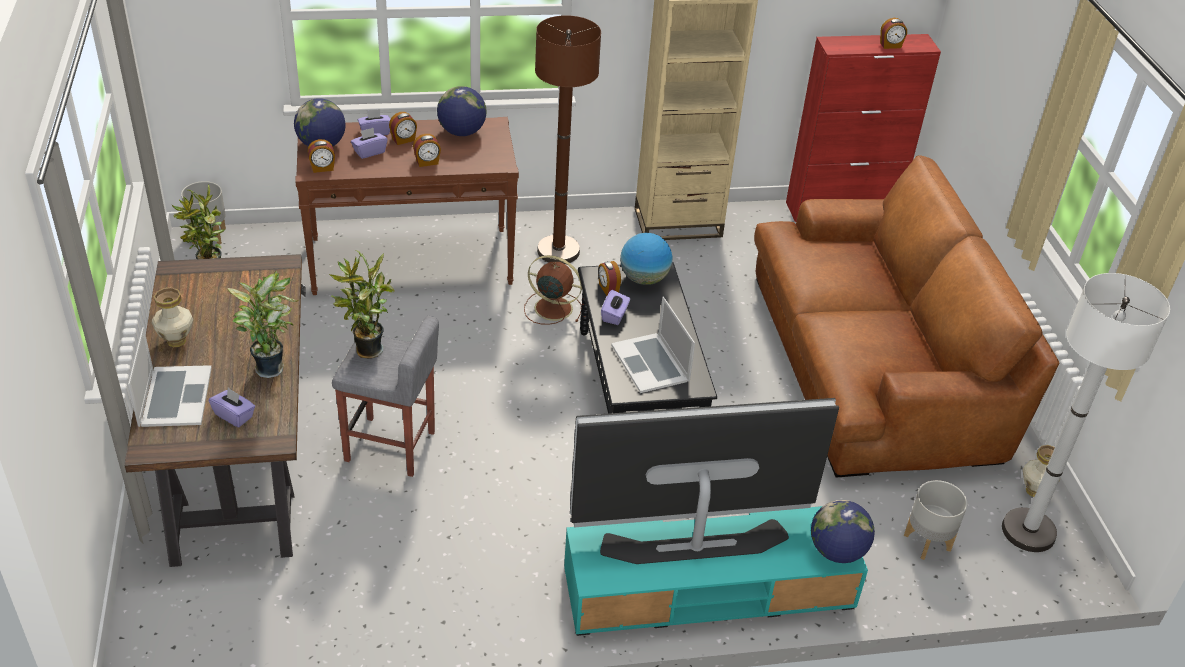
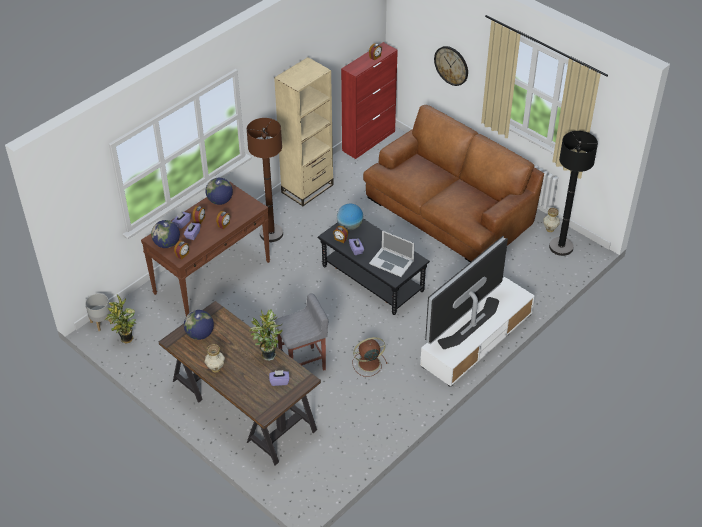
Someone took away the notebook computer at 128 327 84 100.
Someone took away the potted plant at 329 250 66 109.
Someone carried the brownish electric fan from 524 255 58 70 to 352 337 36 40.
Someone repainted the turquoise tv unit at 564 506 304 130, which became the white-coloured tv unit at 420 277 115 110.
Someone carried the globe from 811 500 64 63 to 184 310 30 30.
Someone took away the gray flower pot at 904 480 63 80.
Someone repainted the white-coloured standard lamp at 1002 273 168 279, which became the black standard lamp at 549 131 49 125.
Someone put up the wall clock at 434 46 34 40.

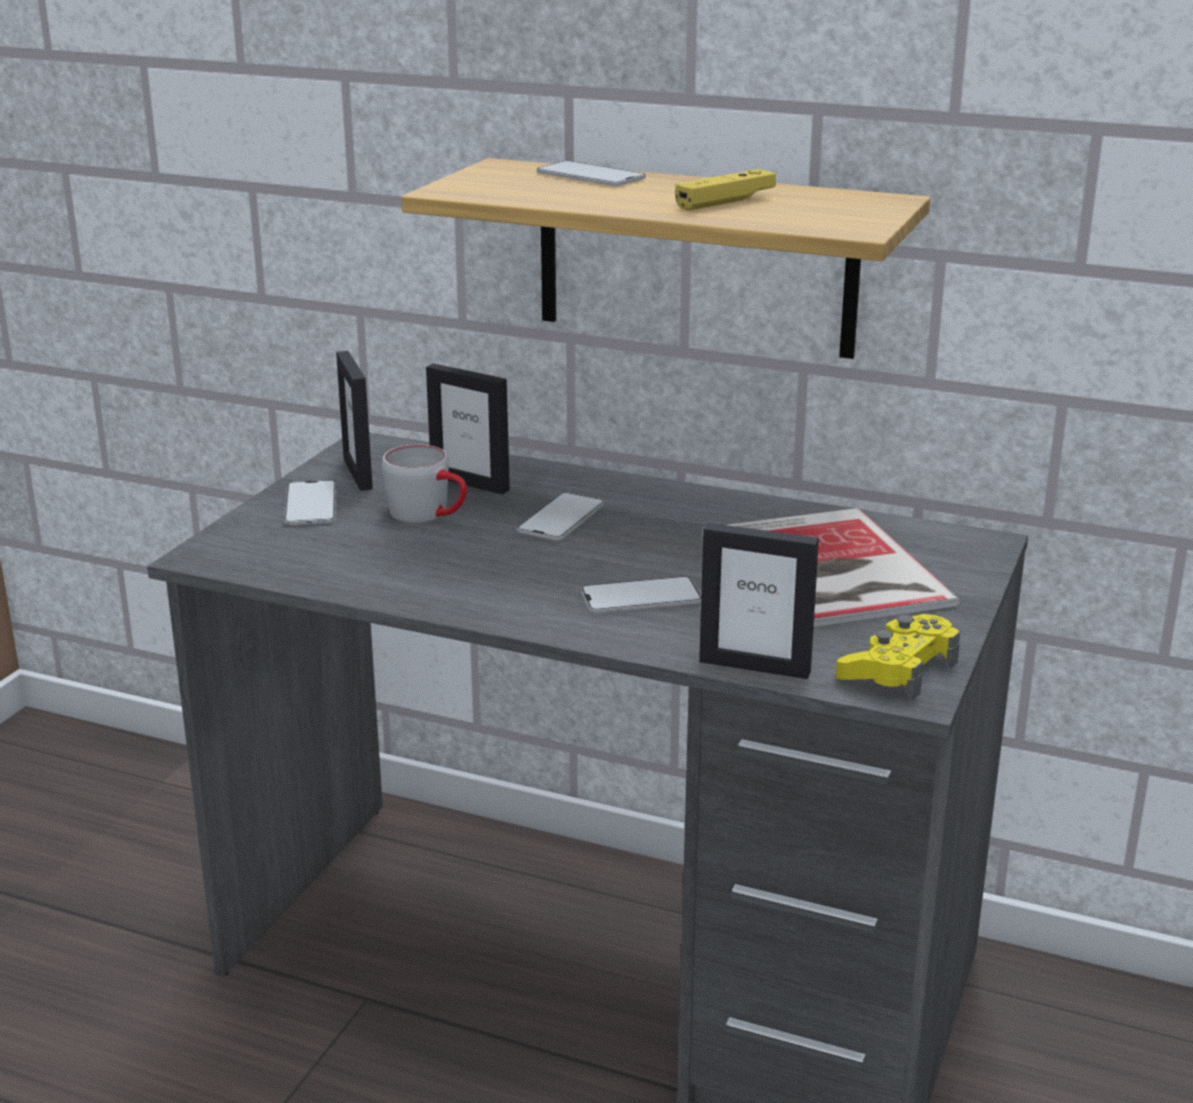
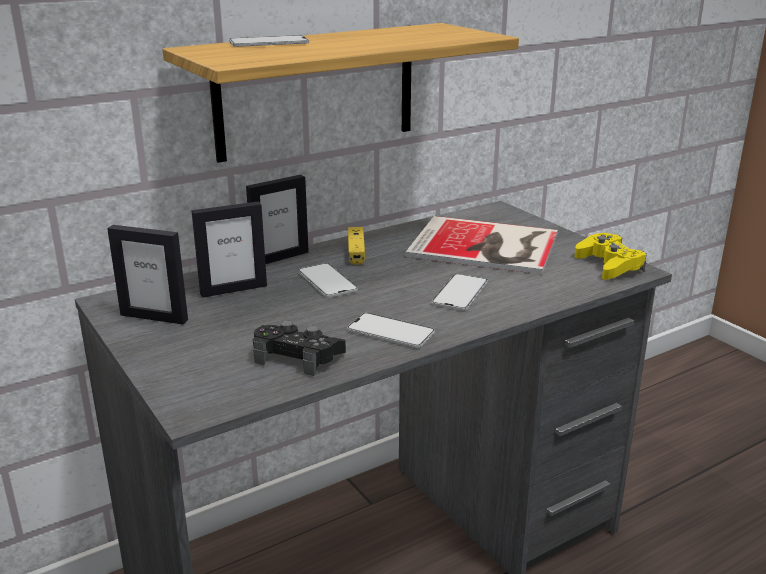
Someone carried the handset from 284 480 52 45 to 347 313 88 35.
Someone took away the gray mug at 382 445 85 78.
Someone carried the yellowish gamepad from 675 169 101 42 to 348 227 17 38.
Someone carried the photo frame from 699 523 120 156 to 246 175 63 89.
Someone put down the black gamepad at 253 320 93 56.

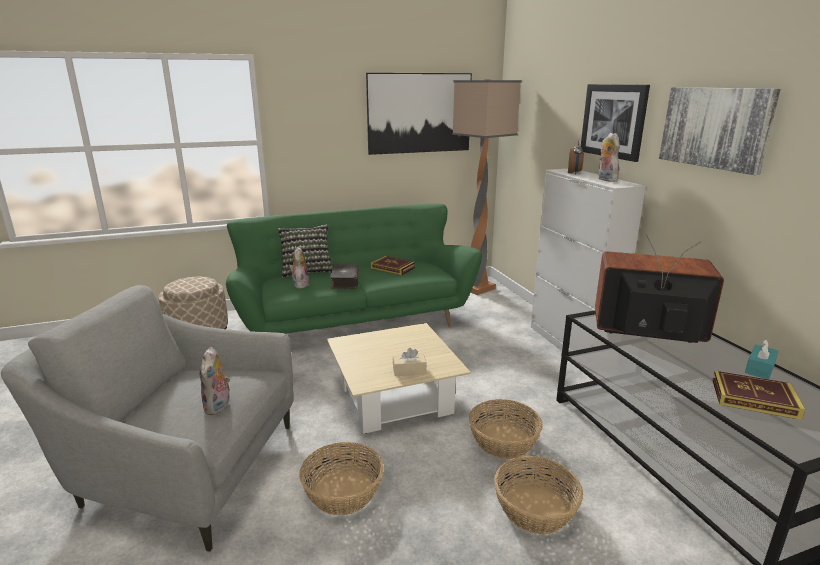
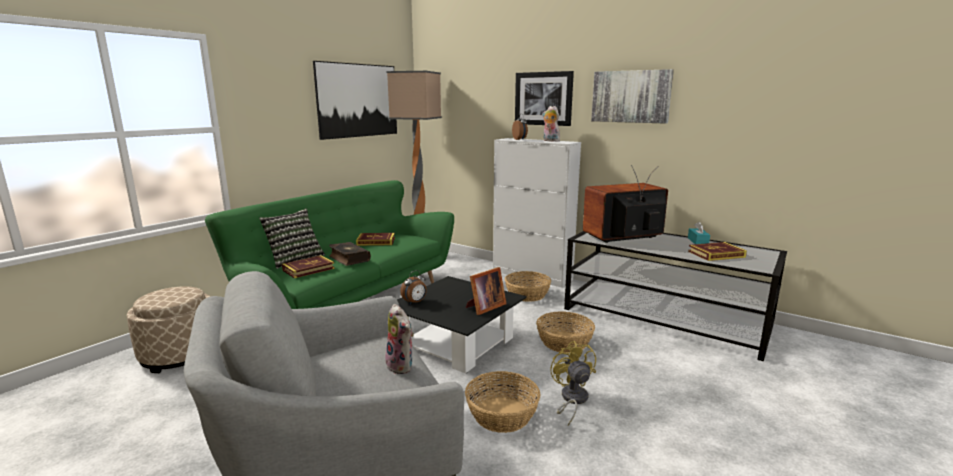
Someone swapped the plush toy at 290 247 19 42 for the book at 282 255 53 23.
Someone repainted the beige-coloured coffee table at 327 323 144 111, which became the black coffee table at 397 276 130 97.
Someone swapped the beige-coloured box of tissues at 393 348 34 28 for the photo frame at 466 267 40 48.
Someone carried the storage basket from 494 456 90 78 to 505 271 46 31.
Someone put down the table clock at 400 270 27 34.
Someone put down the yellowish electric fan at 550 341 46 85.

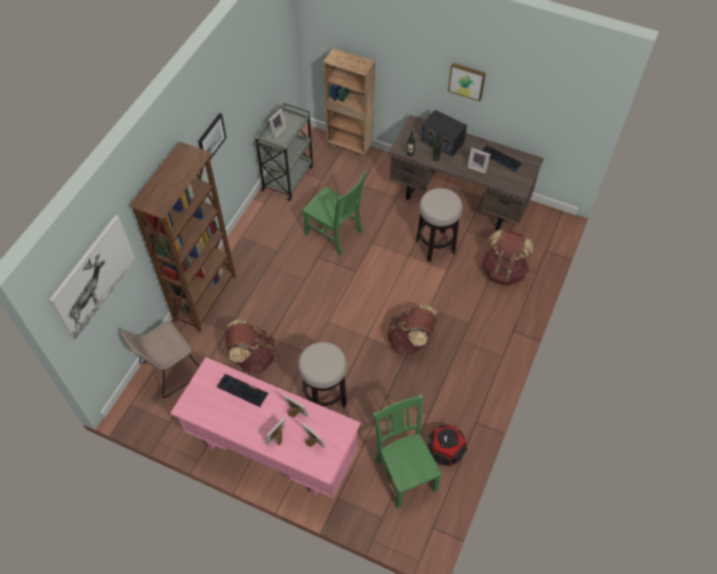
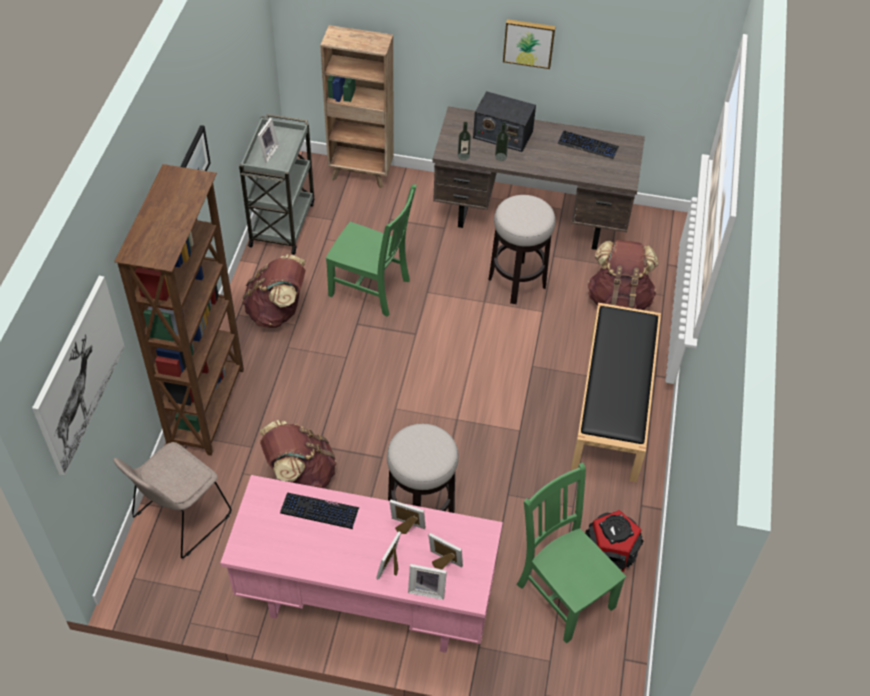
Someone carried the brownish knapsack from 387 304 51 51 to 242 254 64 74.
Someone carried the photo frame from 467 148 23 26 to 408 564 39 36.
Someone put down the black indoor bench at 571 303 90 179.

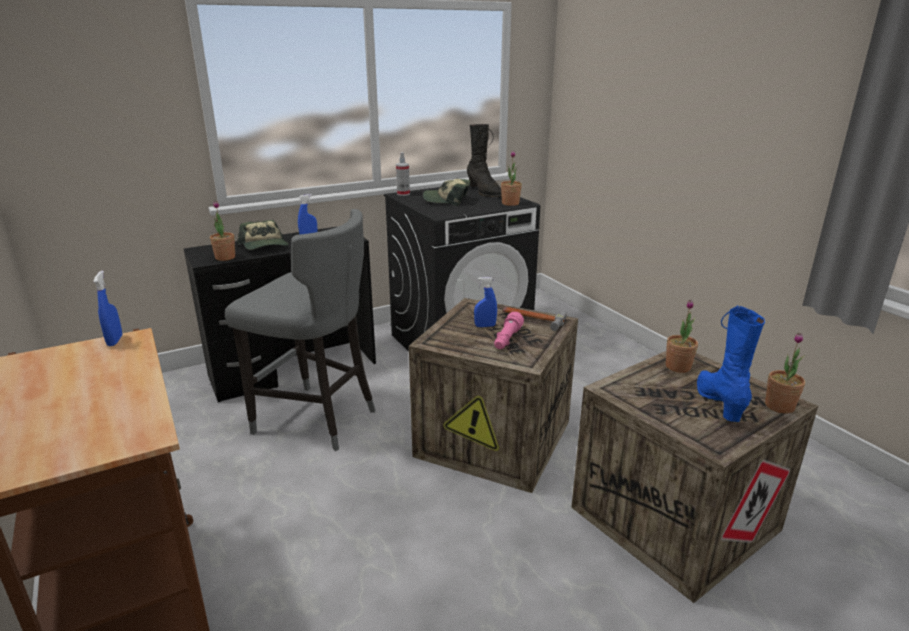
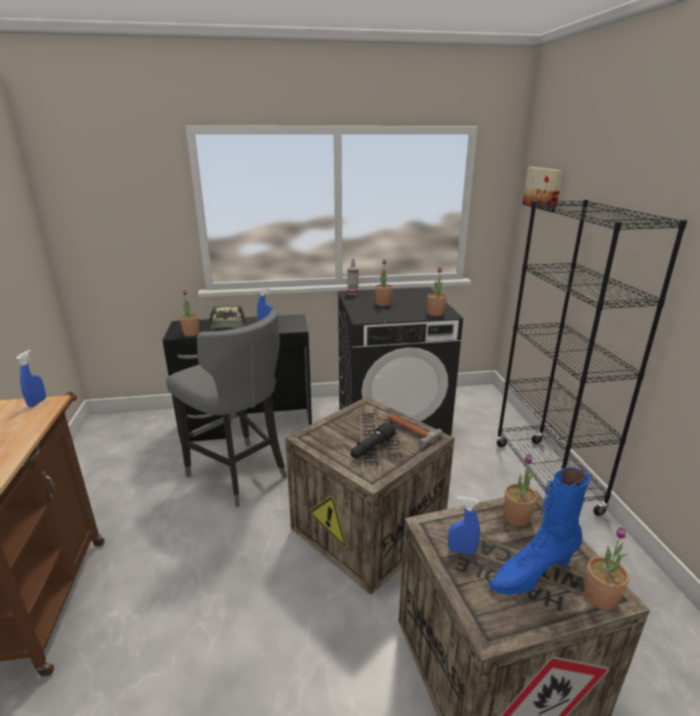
Someone swapped the cap at 423 179 48 27 for the potted plant at 375 259 18 47.
Someone took away the black tall boot at 467 124 35 73.
Someone carried the blue hand sprayer from 474 277 23 50 to 448 496 32 59.
Someone repainted the pink-coloured torch at 494 312 30 37, which became the black torch at 350 422 45 37.
Someone rotated the blue tall boot at 697 305 68 117 by 135 degrees counterclockwise.
Someone put down the black bookcase at 496 200 191 316.
Someone put up the wall picture at 523 167 40 45.

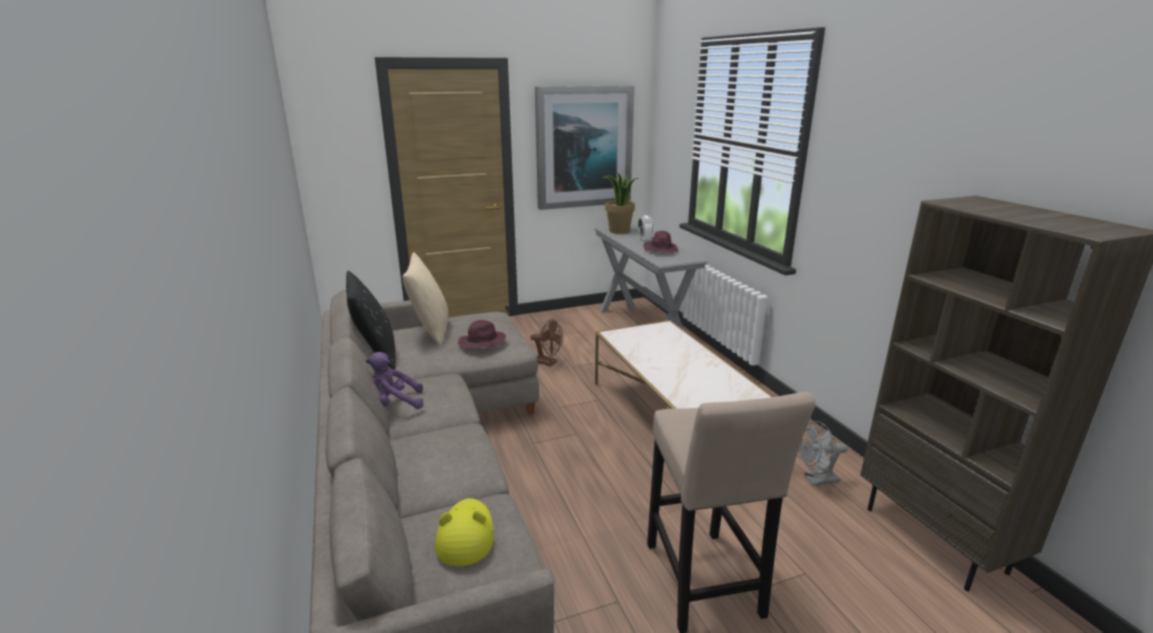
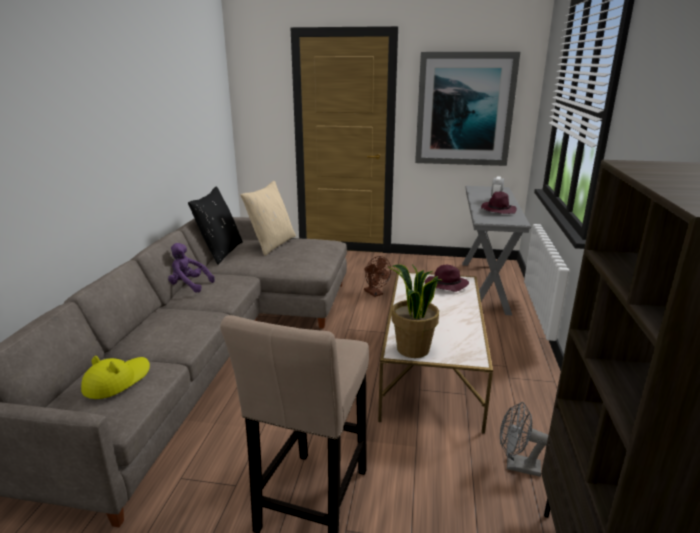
Someone carried the purple wearable hat from 458 320 48 29 to 425 265 44 27.
Someone carried the potted plant from 602 173 36 61 to 387 264 55 94.

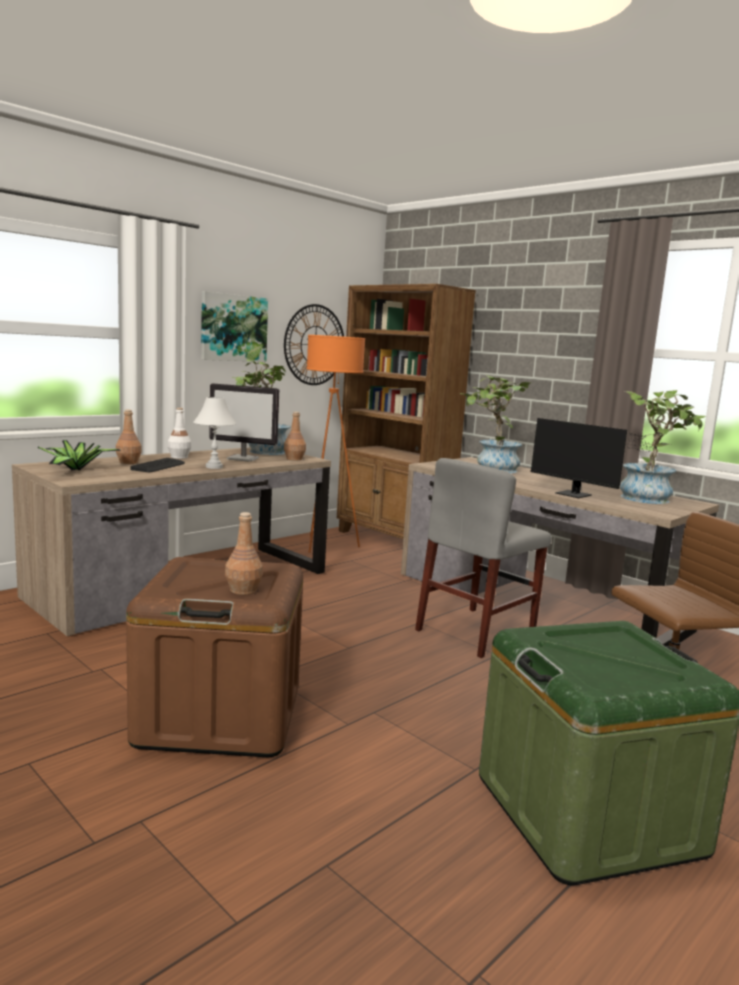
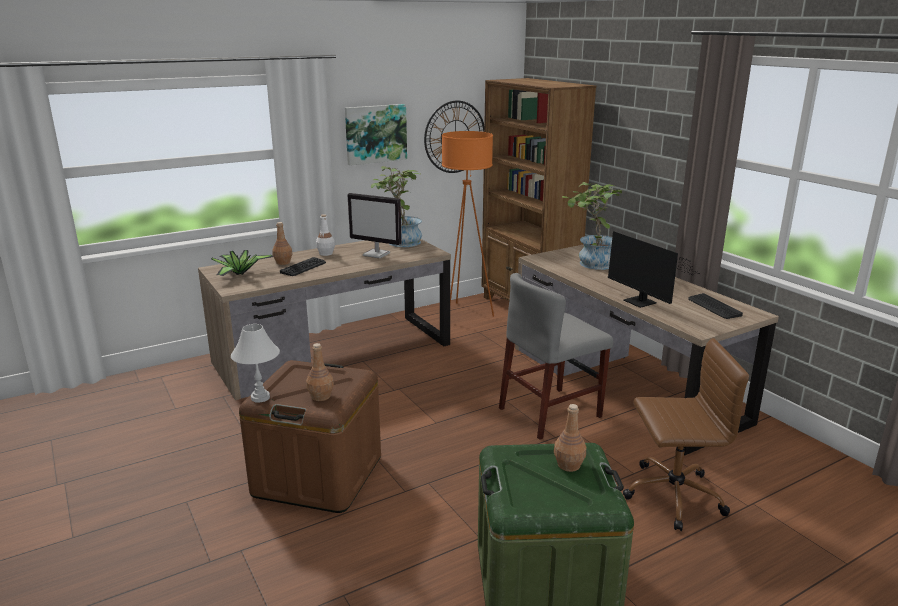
Someone carried the white-coloured table lamp from 193 397 44 72 to 231 324 49 79.
Someone carried the brownish bottle from 284 412 22 49 to 554 404 32 68.
Someone swapped the potted plant at 620 390 86 114 for the keyboard at 688 293 55 26.

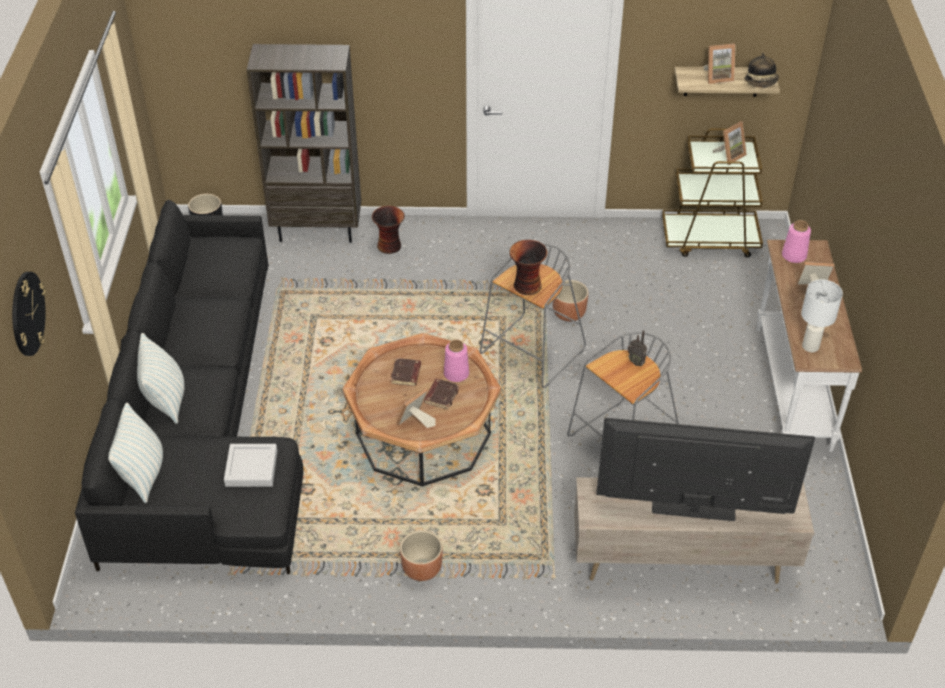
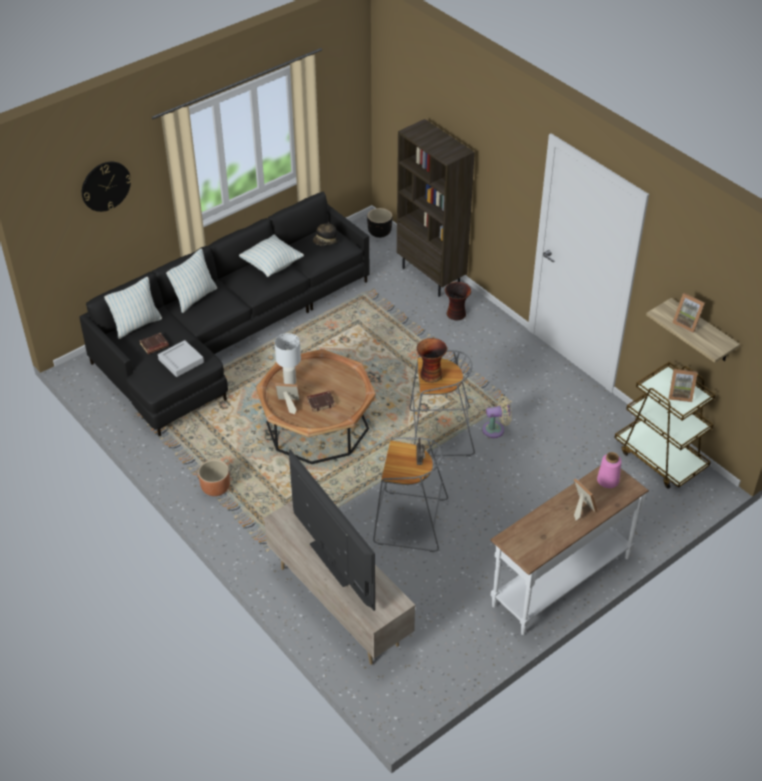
Someone carried the brownish book from 391 358 30 28 to 140 333 29 21.
Someone took away the pink-coloured flower vase at 444 340 25 42.
Someone swapped the brownish flower pot at 553 280 35 41 for the beige-coloured electric fan at 482 396 30 42.
Someone carried the wearable hat from 745 53 34 35 to 313 222 25 24.
Someone carried the white-coloured table lamp from 801 279 42 73 to 275 333 26 51.
Someone put down the pillow at 239 235 65 42.

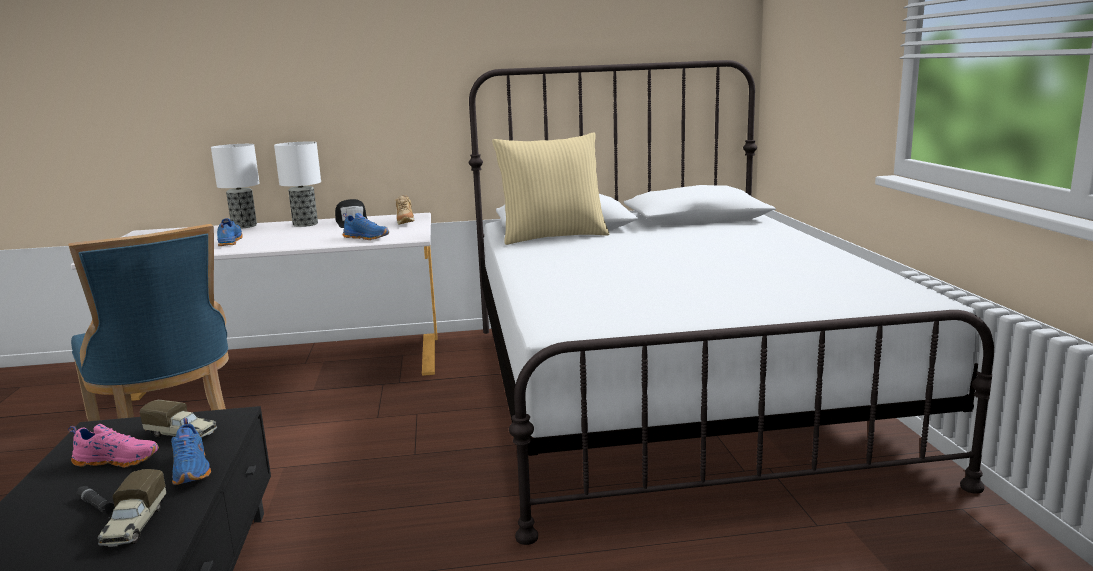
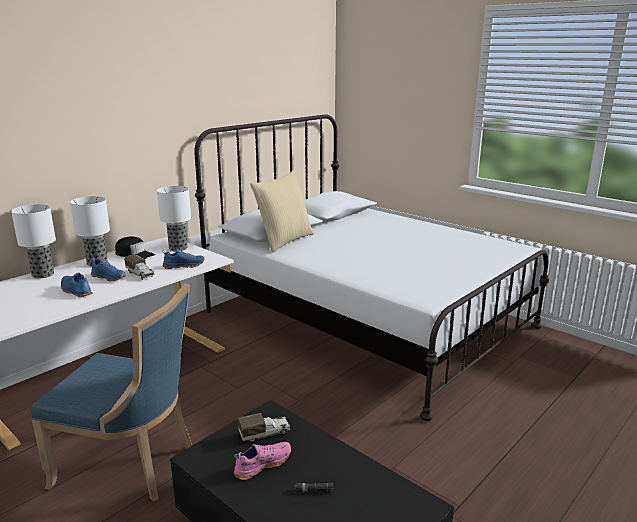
Someone carried the model truck from 98 469 68 78 to 124 254 31 26.
Someone carried the blue low shoe from 171 418 40 67 to 91 257 35 25.
Someone swapped the beige-coloured low shoe at 395 195 20 30 for the table lamp at 157 186 34 65.

